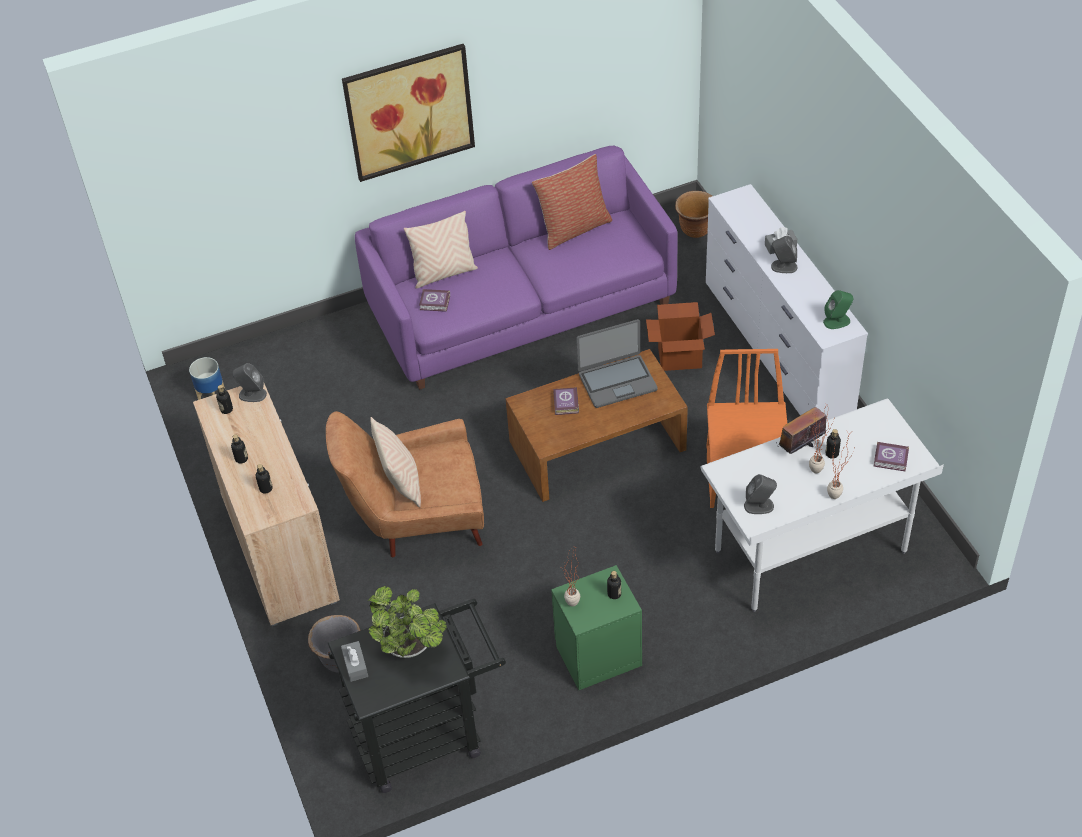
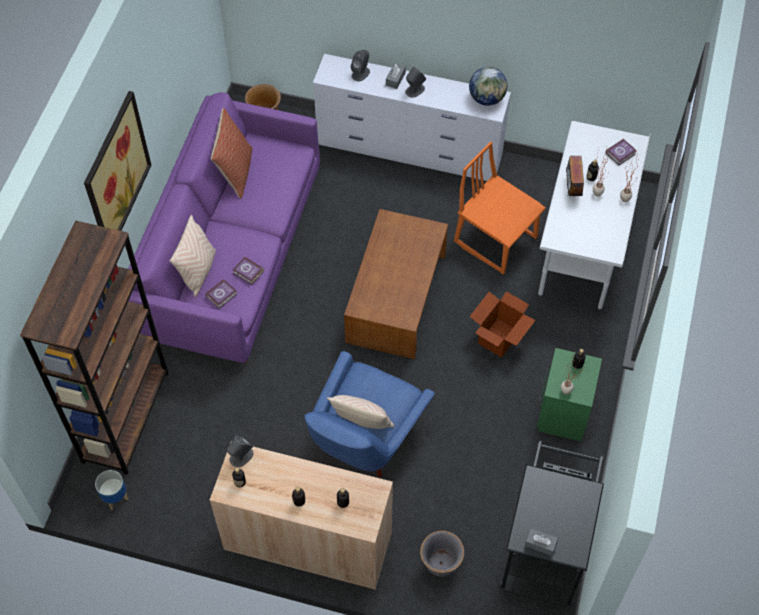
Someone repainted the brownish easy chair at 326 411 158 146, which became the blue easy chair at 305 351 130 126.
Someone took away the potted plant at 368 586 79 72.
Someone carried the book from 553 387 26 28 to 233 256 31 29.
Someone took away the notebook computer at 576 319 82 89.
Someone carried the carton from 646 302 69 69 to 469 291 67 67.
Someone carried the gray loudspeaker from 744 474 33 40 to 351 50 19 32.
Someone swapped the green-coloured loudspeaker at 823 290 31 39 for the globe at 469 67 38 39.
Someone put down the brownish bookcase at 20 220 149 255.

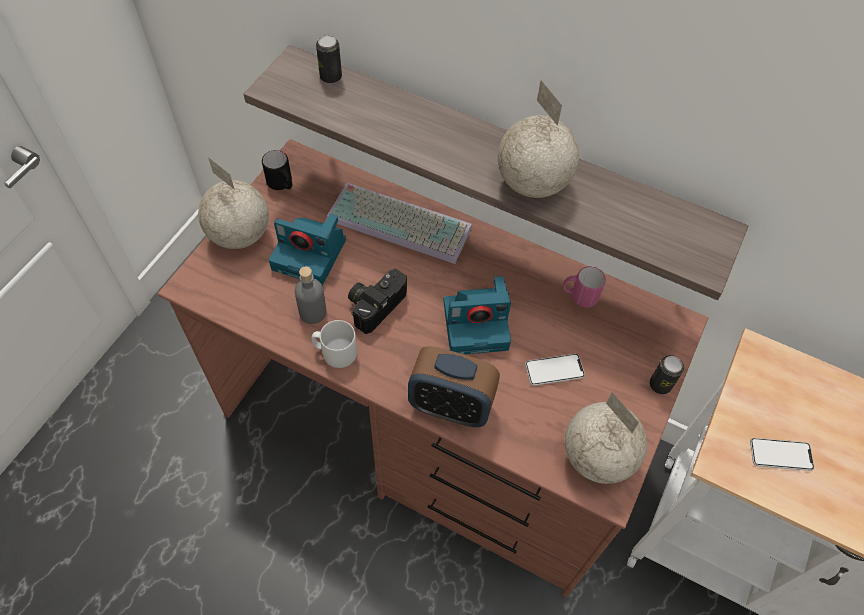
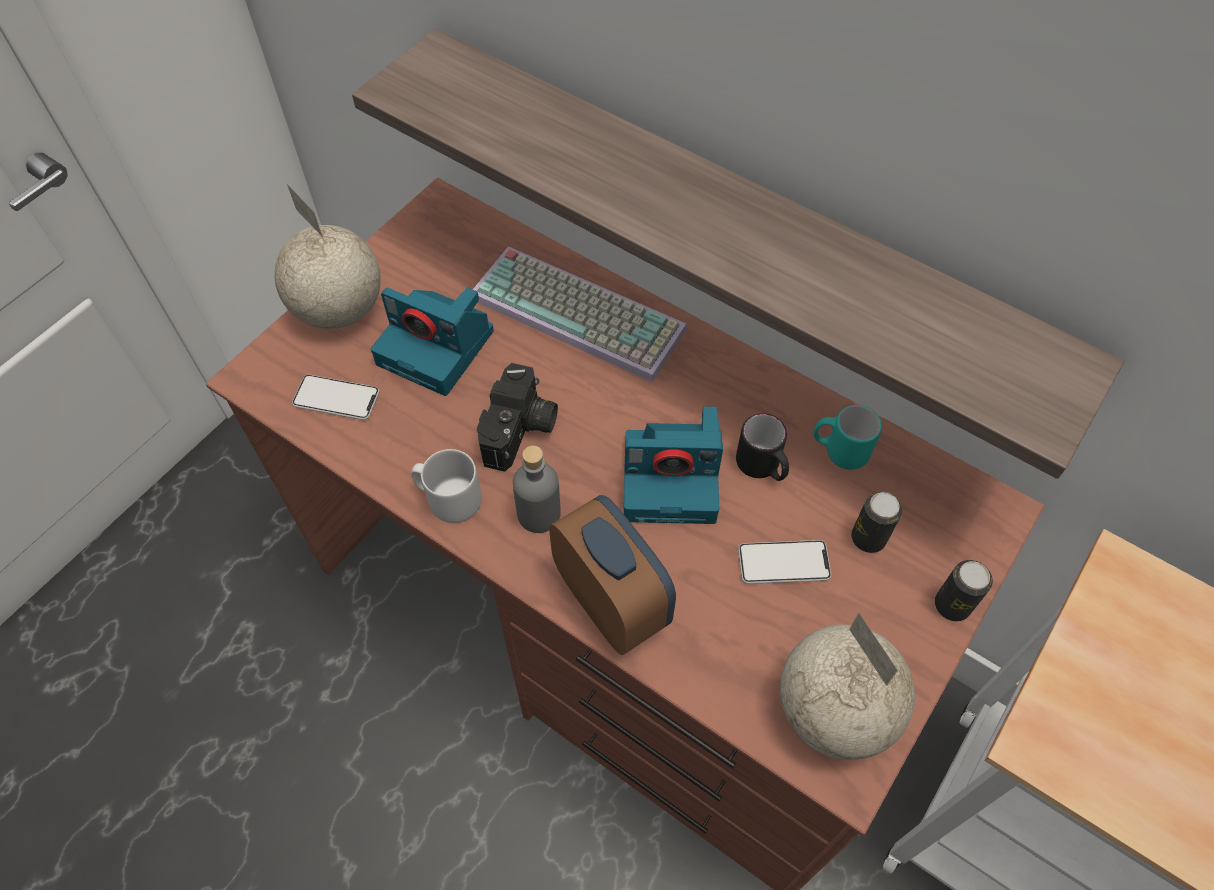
Someone carried the black mug from 262 150 30 40 to 736 413 53 68.
Someone carried the gray bottle from 295 266 31 58 to 513 446 48 87.
Someone carried the sealed can from 316 35 26 48 to 851 491 51 62.
Someone rotated the photo camera at 348 269 59 65 by 150 degrees clockwise.
Someone rotated the table clock at 408 346 92 81 by 150 degrees counterclockwise.
Someone took away the globe at 498 80 81 118.
Someone repainted the pink-coloured mug at 563 266 43 42, which became the turquoise mug at 814 405 68 65.
Someone carried the handset from 750 438 64 33 to 292 375 88 45.

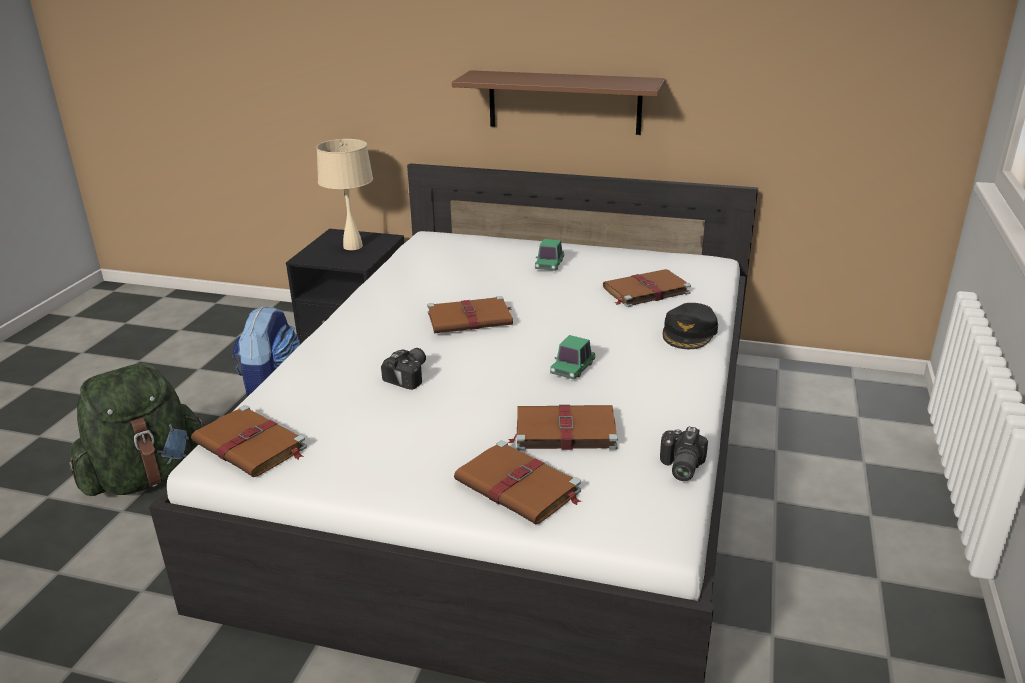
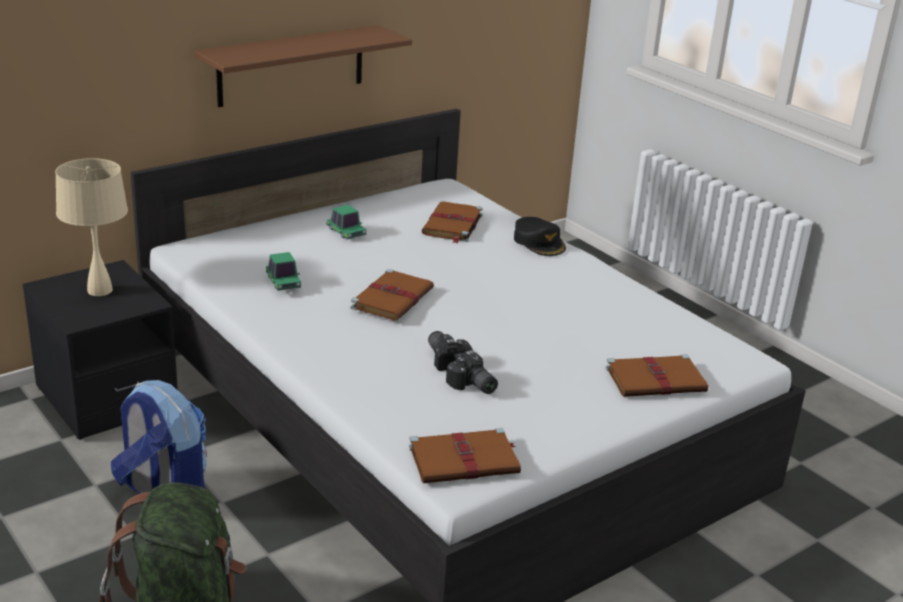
Someone took away the brownish book at 508 405 110 45.
Someone carried the model car from 550 335 45 45 to 266 252 35 39.
Someone carried the photo camera from 660 427 48 54 to 446 350 52 44.

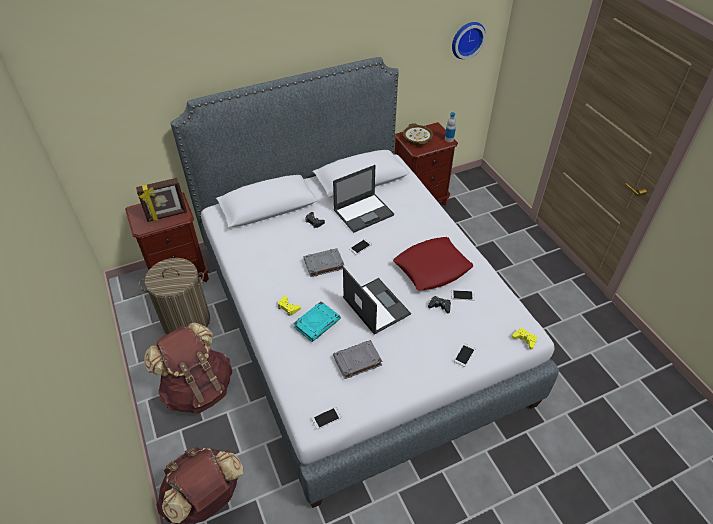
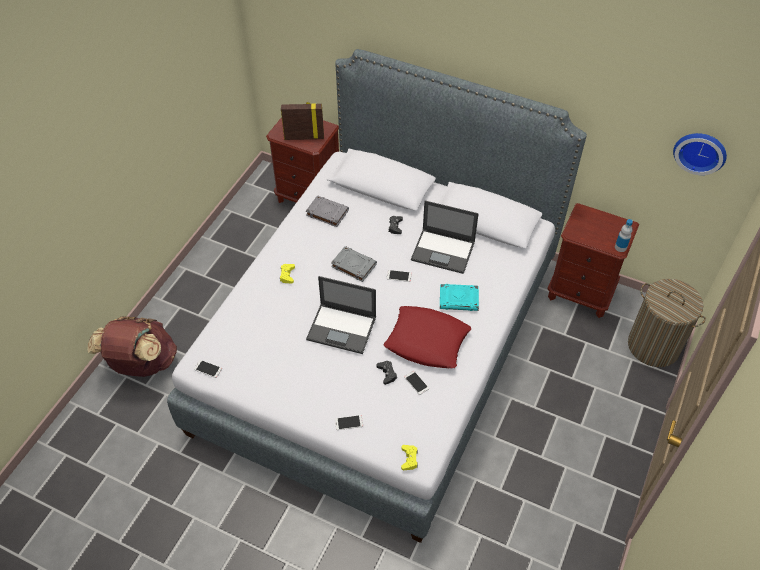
Someone rotated the photo frame at 136 178 51 44 by 150 degrees clockwise.
Someone carried the laundry basket from 139 258 71 76 to 628 279 78 88.
Someone took away the brownish knapsack at 144 322 88 92.
Someone carried the turquoise book from 293 301 48 41 to 440 284 39 27.
Someone carried the gray book from 333 340 49 39 to 306 195 43 32.
Someone rotated the notebook computer at 343 267 68 68 by 90 degrees clockwise.
Someone took away the deep dish at 403 123 30 23.

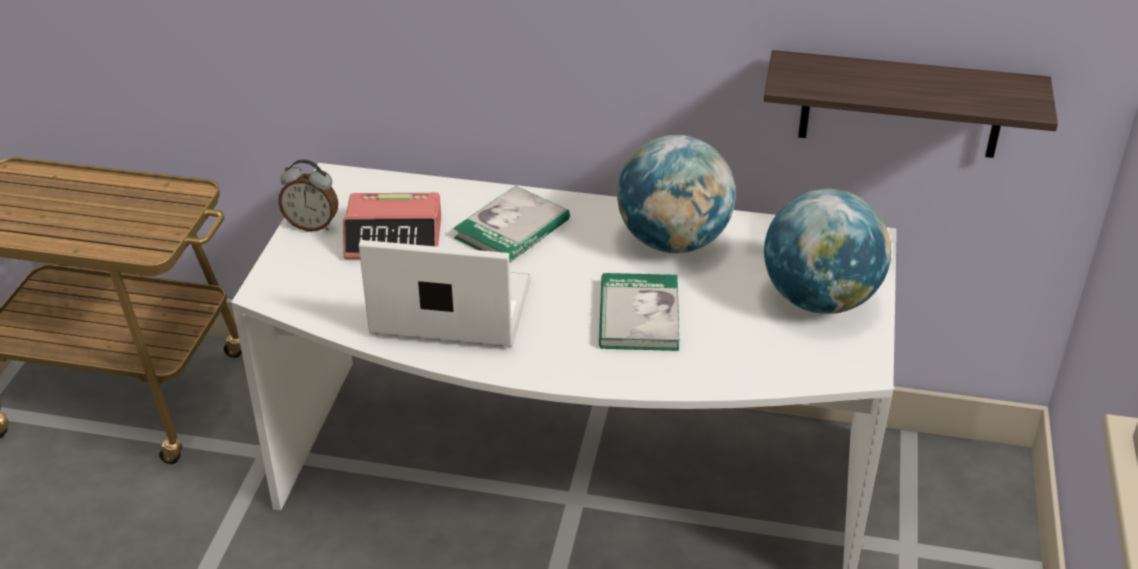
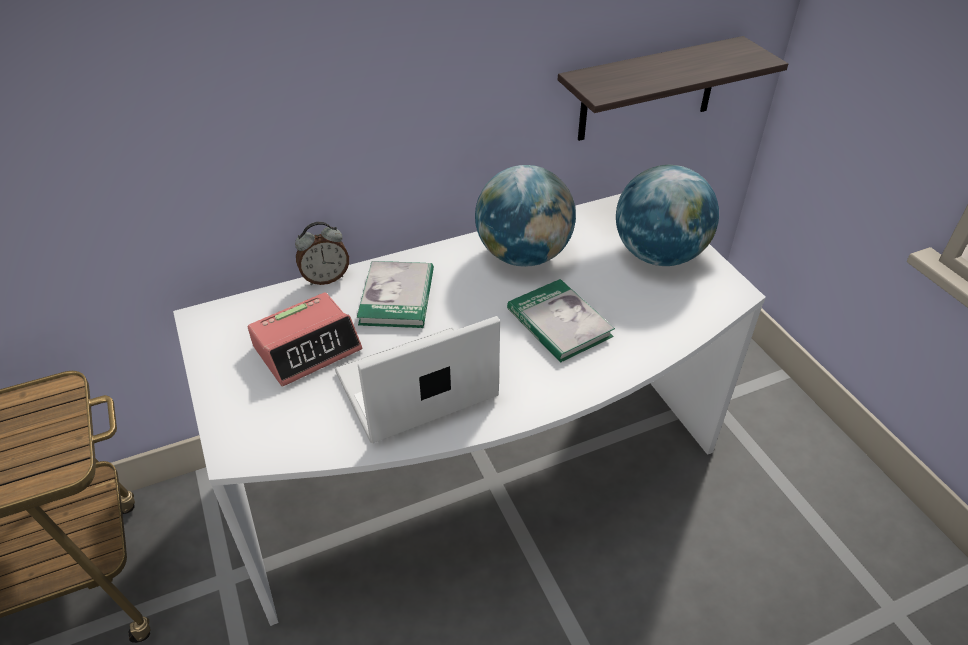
Someone carried the table clock from 278 159 60 72 to 295 222 54 63.

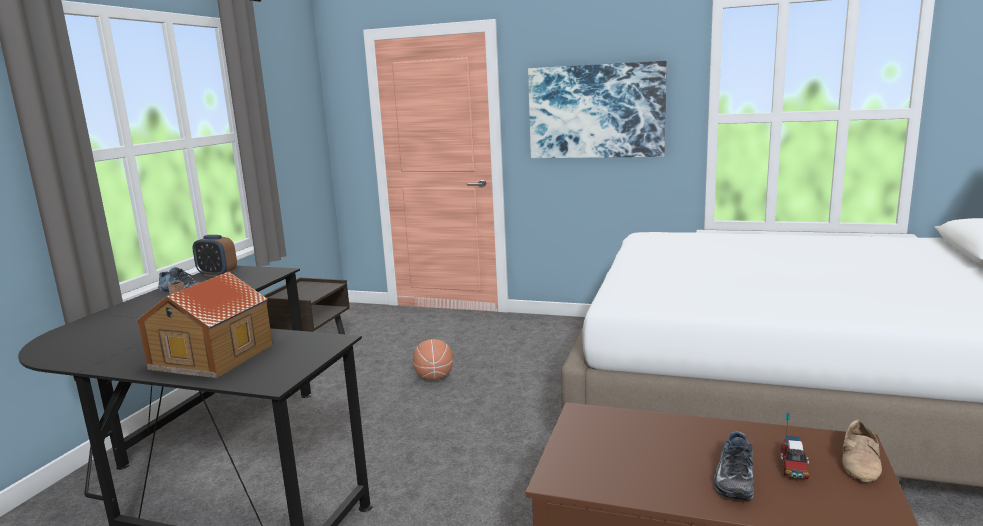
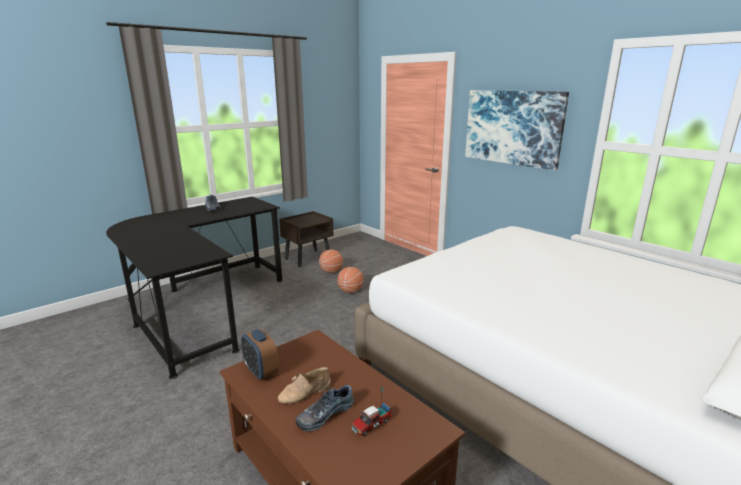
Someone took away the toy house at 136 272 137 106.
Someone carried the table clock from 192 235 45 42 to 241 329 38 52.
Someone carried the beige-coloured low shoe from 842 419 40 63 to 278 367 53 37.
Someone put down the ball for basketball at 319 249 24 24.

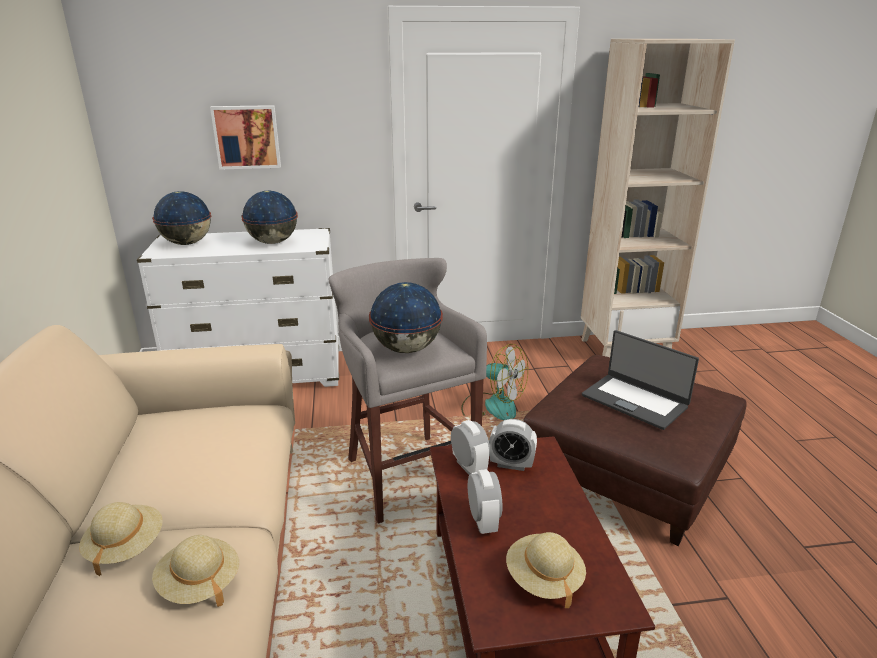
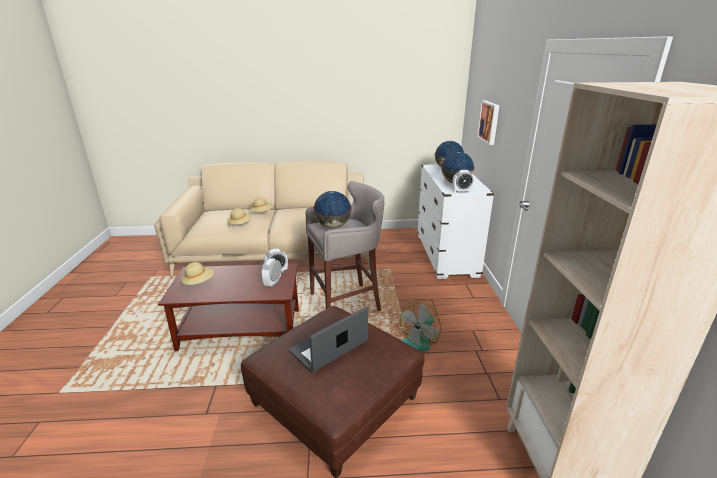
Someone carried the table clock from 468 469 34 65 to 453 170 21 23.

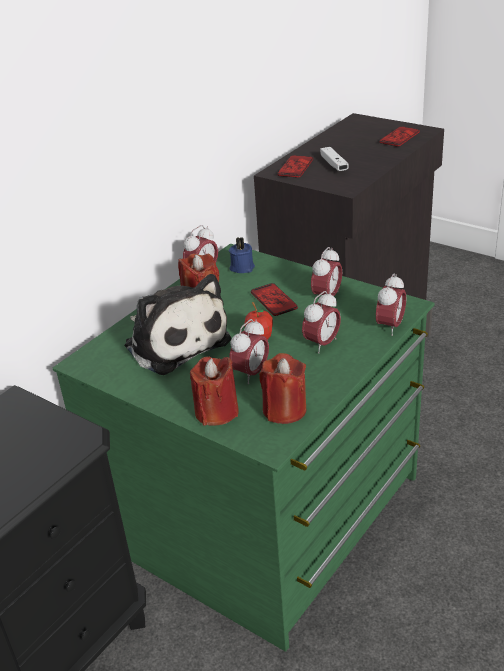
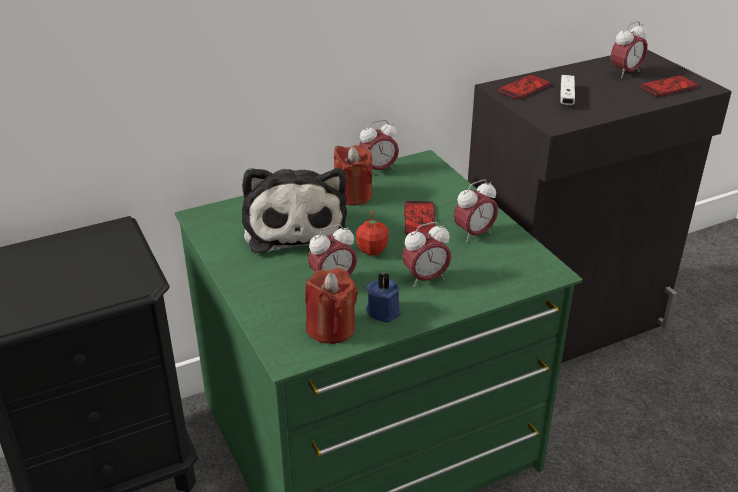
Someone took away the red-coloured candle at 190 356 49 70.
Someone carried the blue candle from 229 237 26 36 to 366 273 35 50.
Someone carried the table clock from 376 274 30 62 to 611 21 37 57.

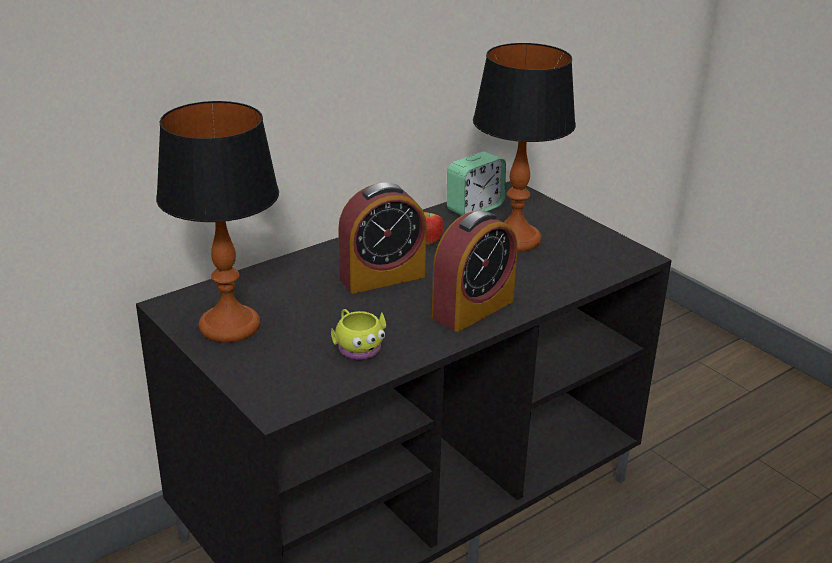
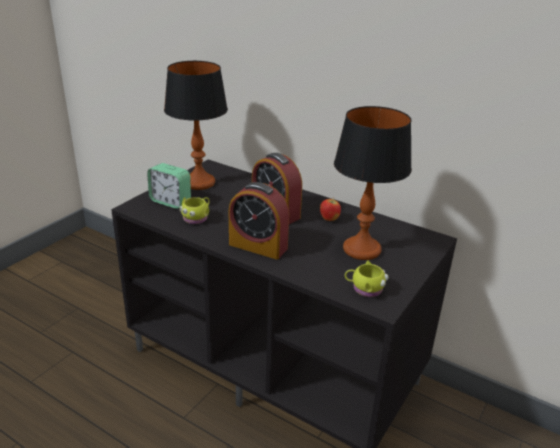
Someone carried the table clock from 447 152 59 63 to 147 163 44 46.
Someone put down the yellowish mug at 345 260 44 37.

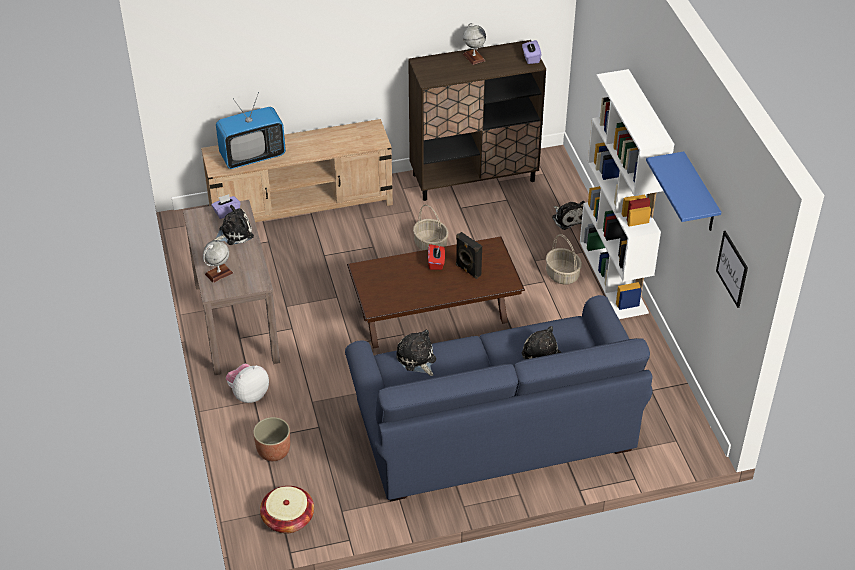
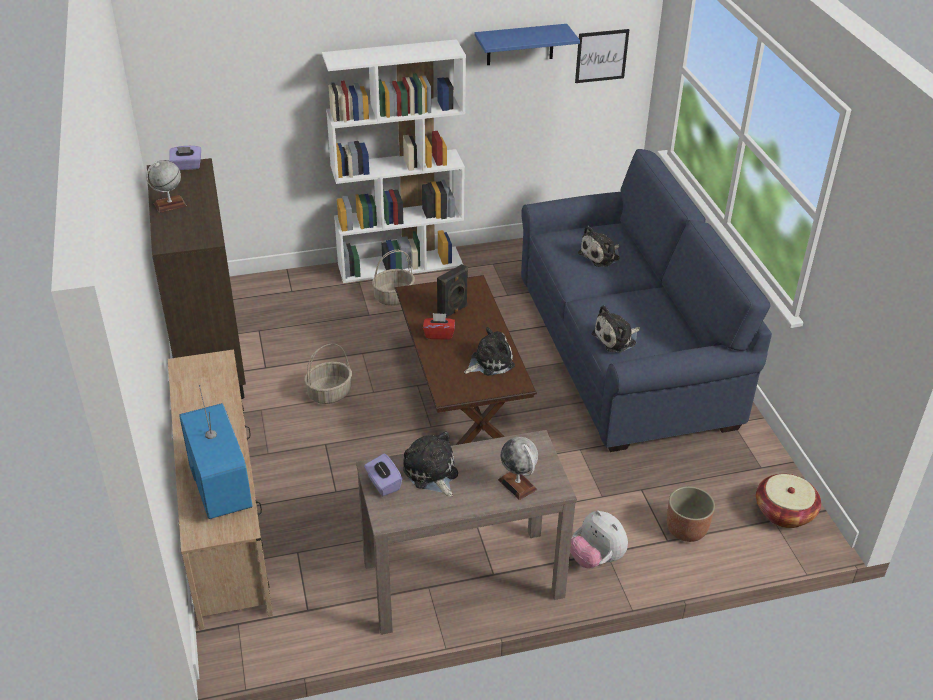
Someone carried the plush toy from 552 201 33 29 to 464 327 51 49.

